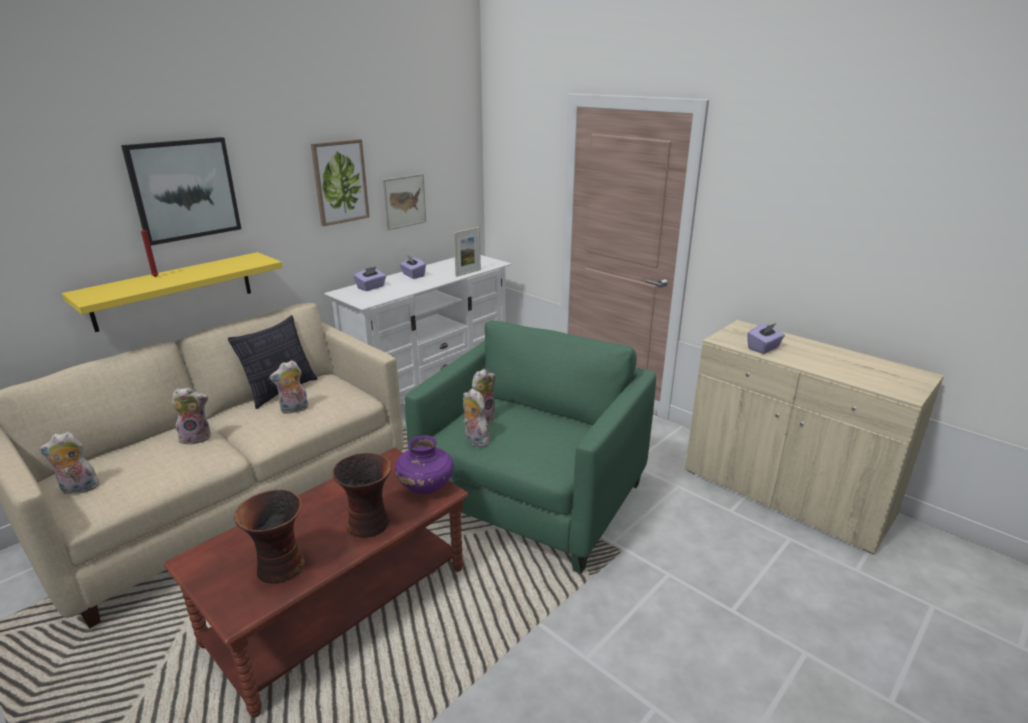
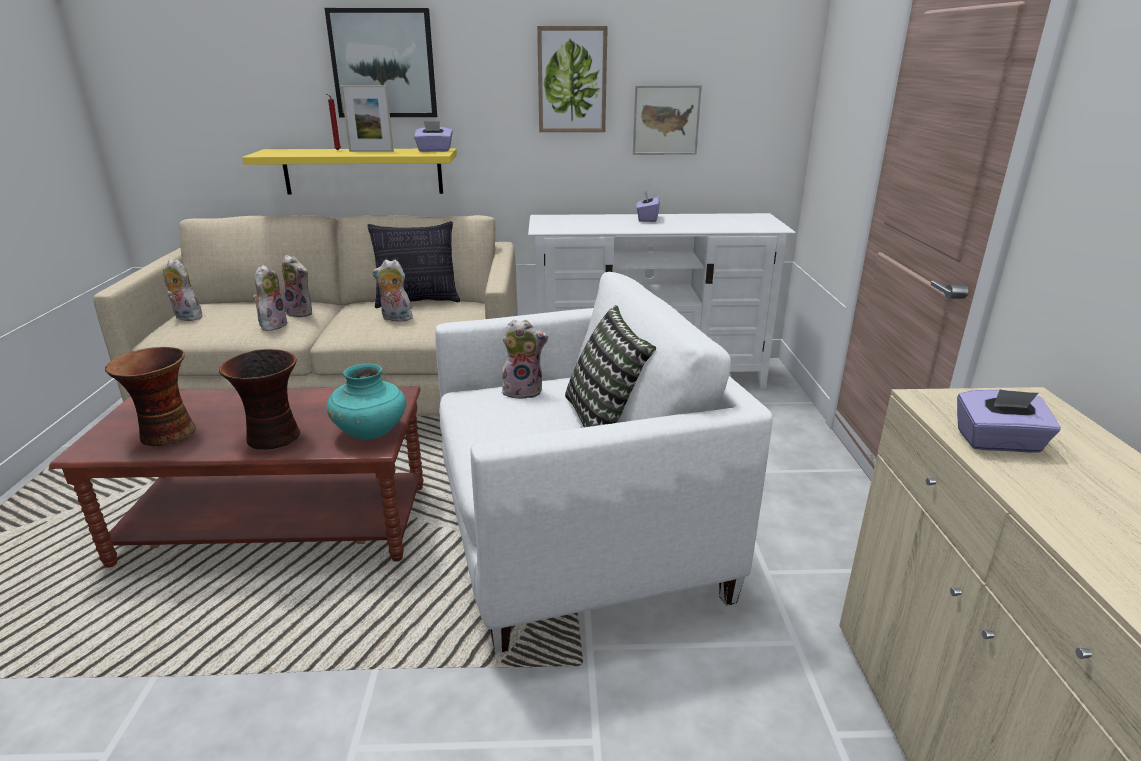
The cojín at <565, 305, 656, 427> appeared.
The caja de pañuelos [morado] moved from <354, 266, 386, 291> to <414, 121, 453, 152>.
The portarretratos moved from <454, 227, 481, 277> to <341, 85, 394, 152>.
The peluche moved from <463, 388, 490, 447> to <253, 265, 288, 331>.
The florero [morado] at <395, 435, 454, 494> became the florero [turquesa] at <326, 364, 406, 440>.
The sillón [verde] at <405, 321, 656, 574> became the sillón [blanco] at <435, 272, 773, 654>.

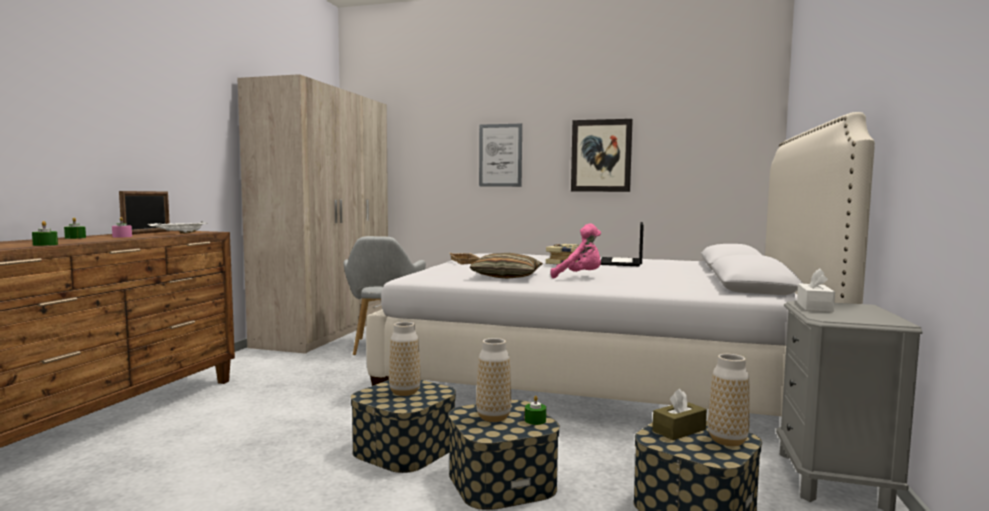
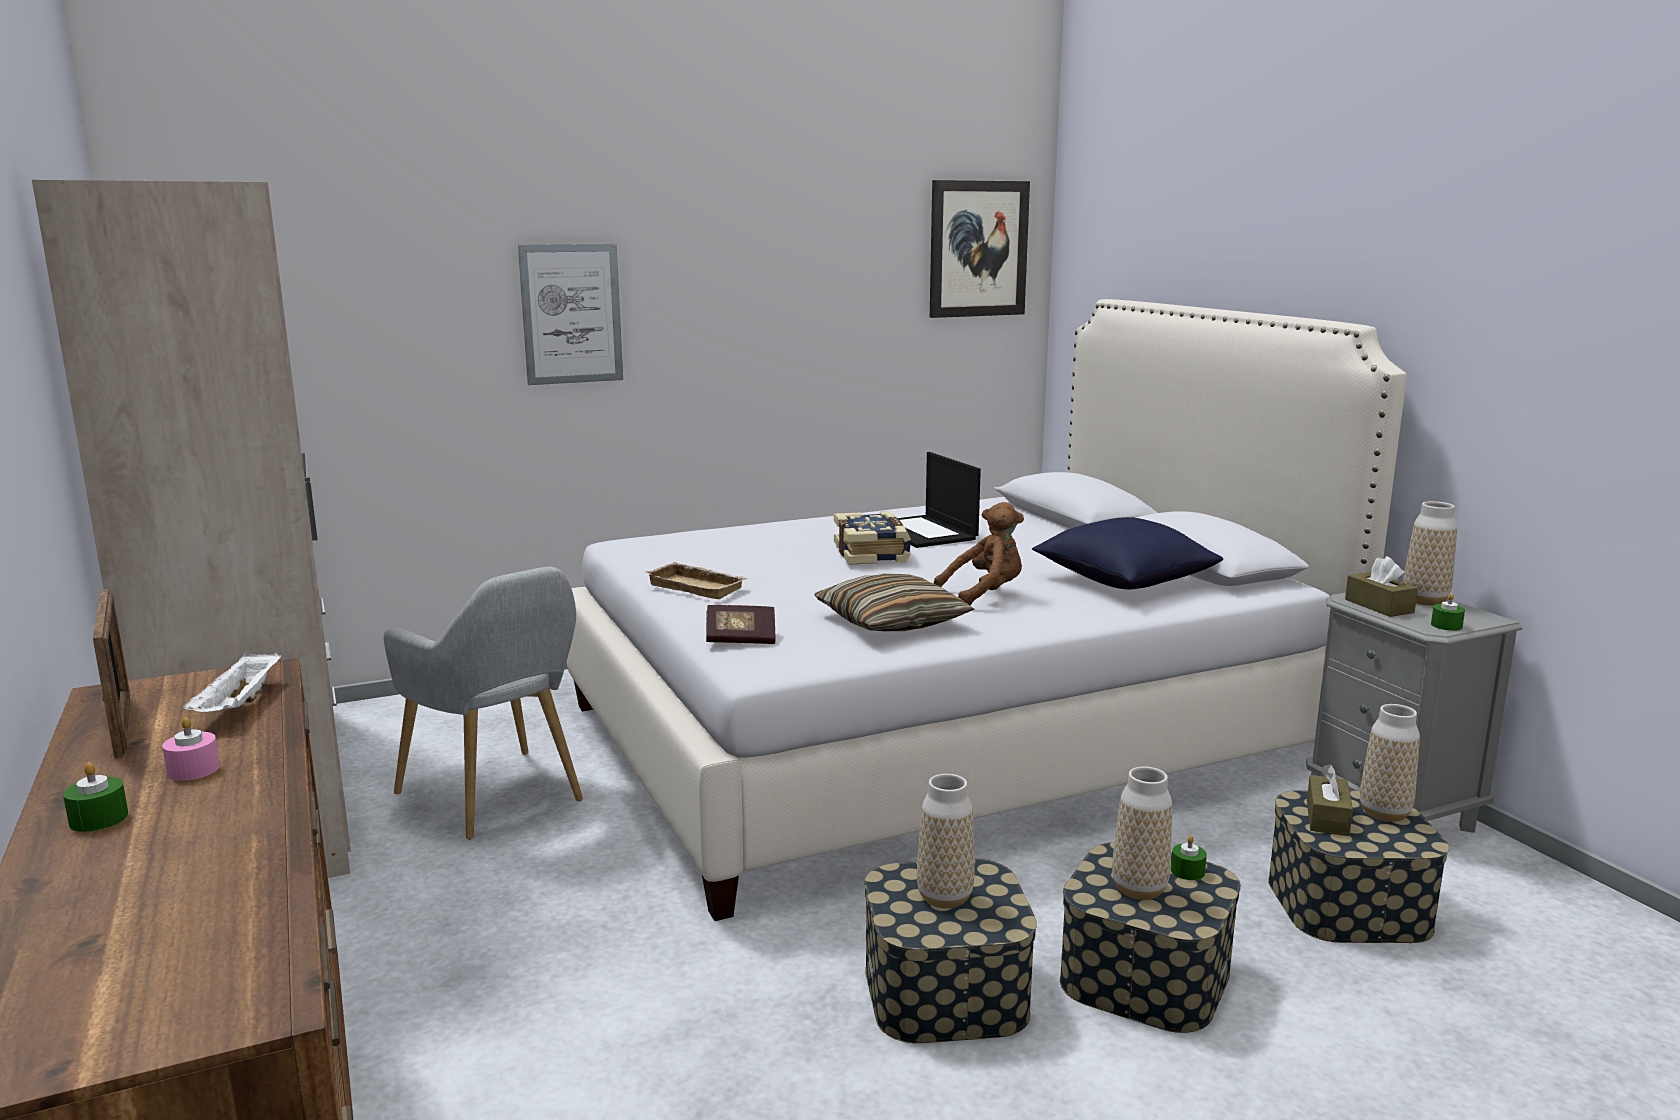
The libro at <706, 605, 776, 644> appeared.
The cojín [azul] at <1032, 517, 1223, 589> appeared.
The florero at <1403, 501, 1457, 606> appeared.
The vela [verde] moved from <32, 221, 58, 246> to <1431, 593, 1465, 631>.
The cuadro moved from <571, 119, 633, 192> to <930, 180, 1030, 318>.
The peluche [rosa] at <551, 224, 601, 278> became the peluche [marrón] at <933, 502, 1024, 605>.
The caja de pañuelos [blanco] at <797, 268, 835, 312> became the caja de pañuelos [marrón] at <1345, 556, 1418, 617>.

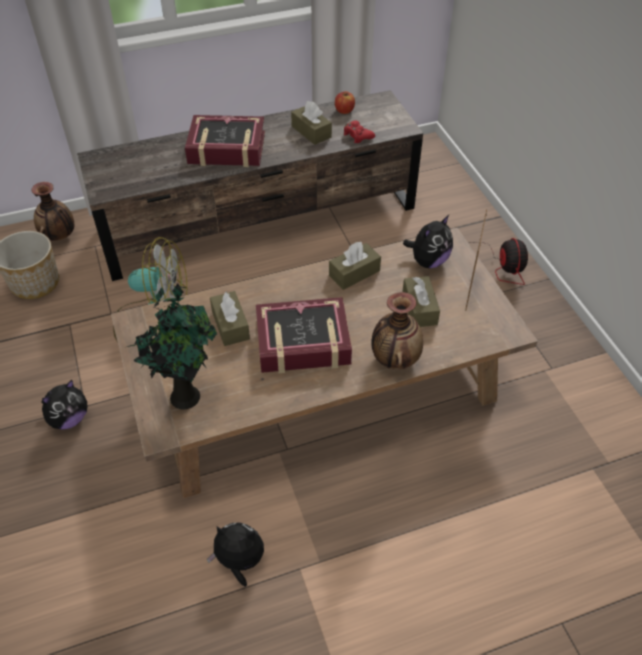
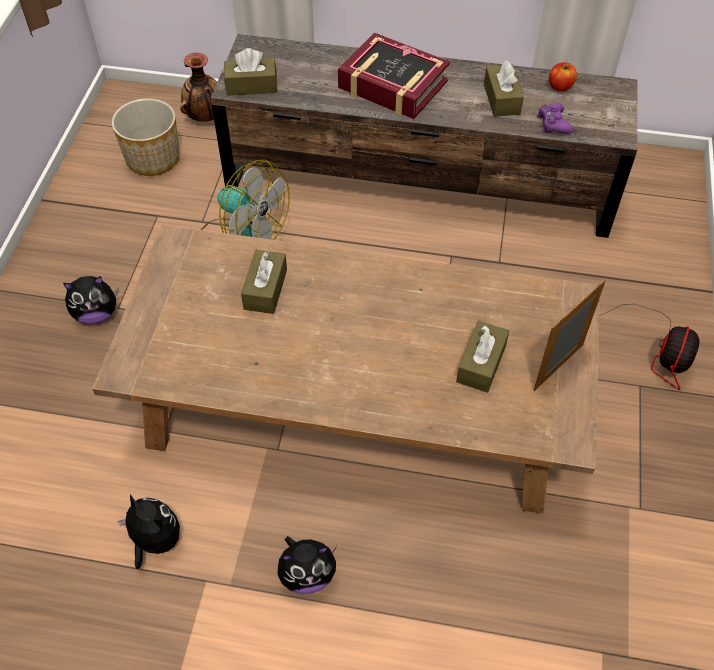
The planta en maceta at <127, 283, 217, 409> disappeared.
The libro at <256, 297, 352, 373> disappeared.
The florero at <371, 292, 423, 370> disappeared.
The caja de pañuelos [marrón] moved from <329, 242, 381, 290> to <224, 48, 277, 96>.
The peluche moved from <403, 215, 453, 268> to <277, 536, 336, 594>.
The mando de consola [rojo] at <344, 121, 375, 143> became the mando de consola [morado] at <537, 103, 573, 134>.

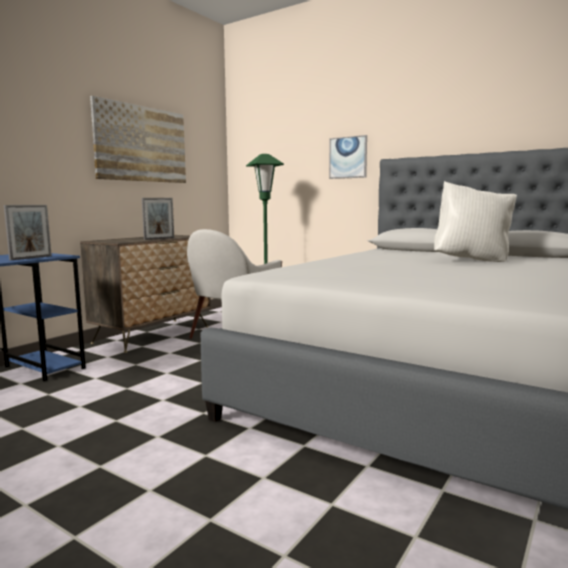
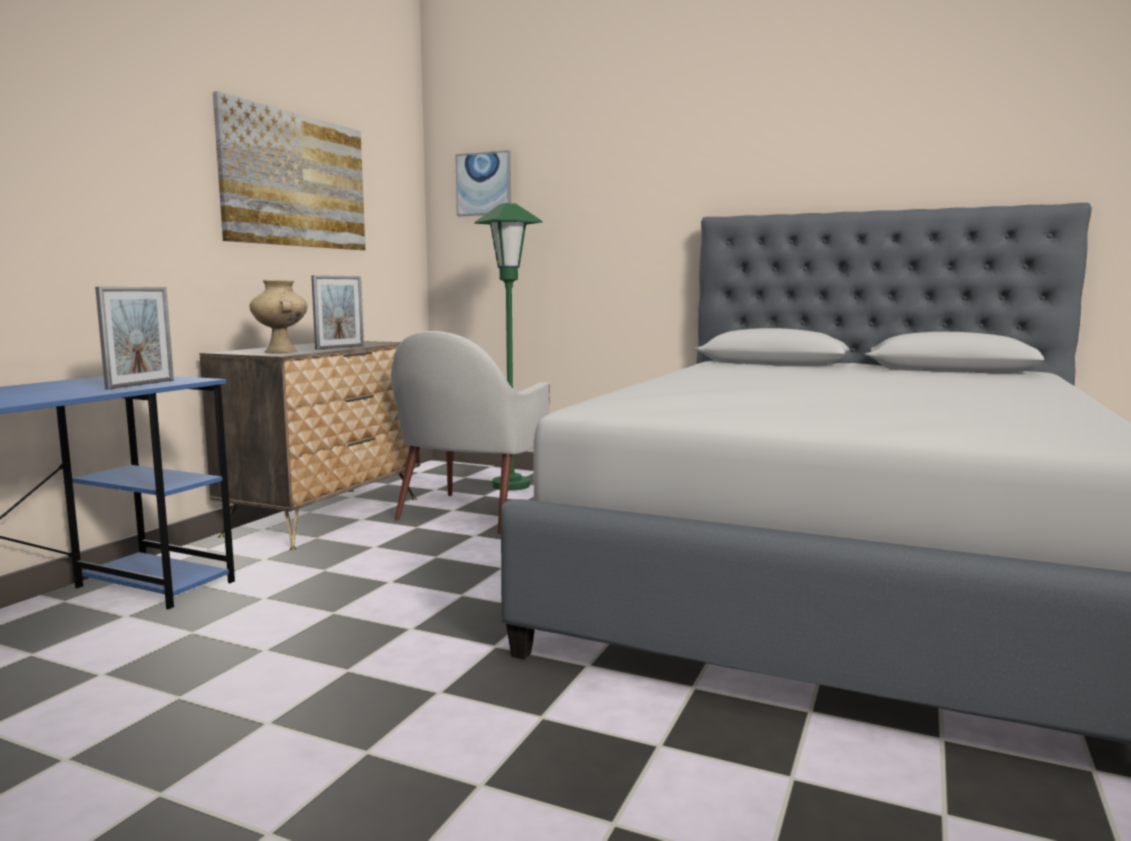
The cojín [blanco] at <434, 181, 517, 262> disappeared.
The florero [beis] at <249, 280, 307, 353> appeared.
The cuadro moved from <329, 135, 367, 179> to <455, 150, 511, 217>.

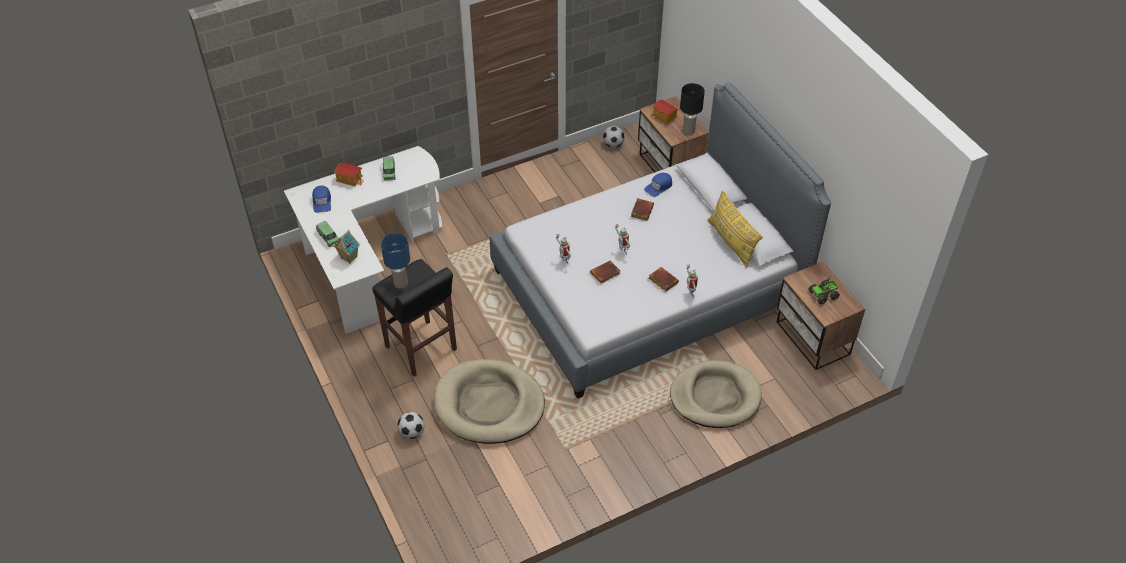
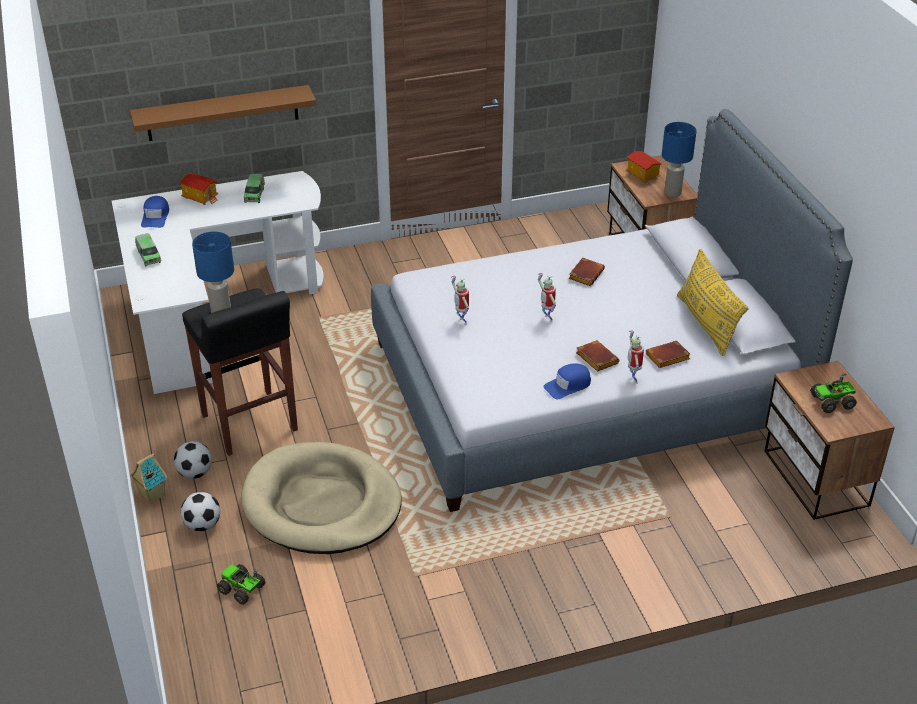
The cama para perro [beis] at <670, 360, 762, 428> disappeared.
The estante [marrón] at <130, 85, 316, 141> appeared.
The camión de juguete at <217, 564, 266, 605> appeared.
The casita moved from <334, 230, 360, 264> to <130, 453, 168, 504>.
The libro [marrón] moved from <590, 261, 621, 284> to <646, 341, 690, 368>.
The balón de fútbol moved from <603, 126, 625, 148> to <174, 441, 212, 479>.
The gorra [azul] moved from <644, 173, 672, 197> to <543, 363, 591, 399>.
The lámpara de mesa [negro] at <680, 83, 705, 135> became the lámpara de mesa [azul] at <662, 122, 697, 197>.

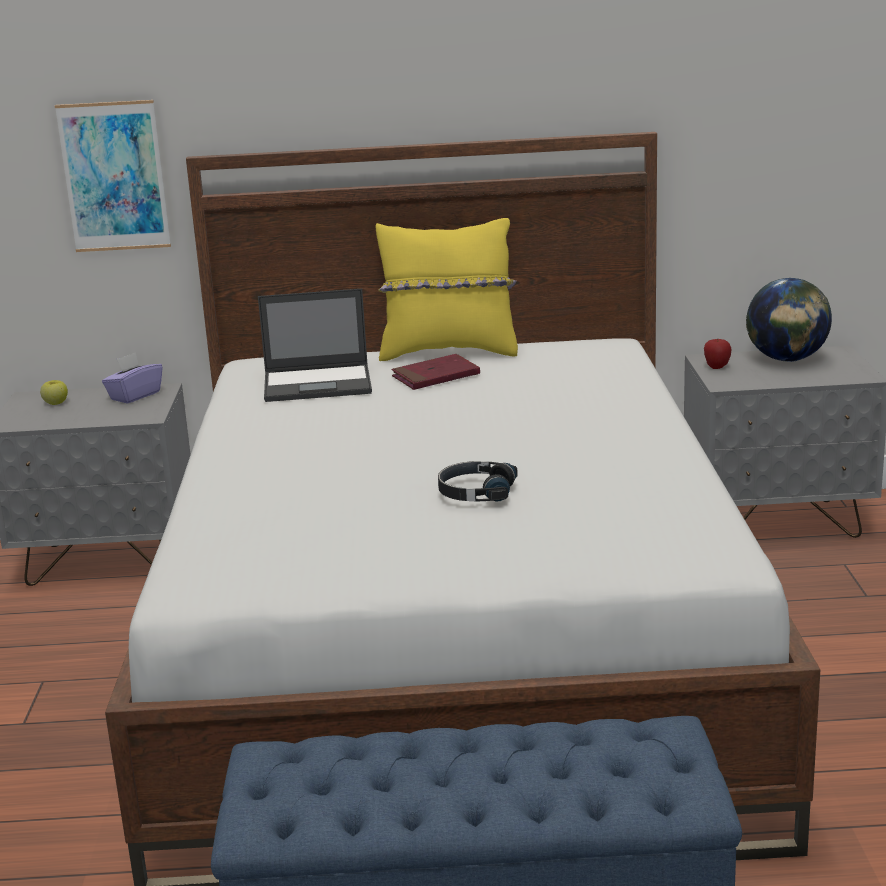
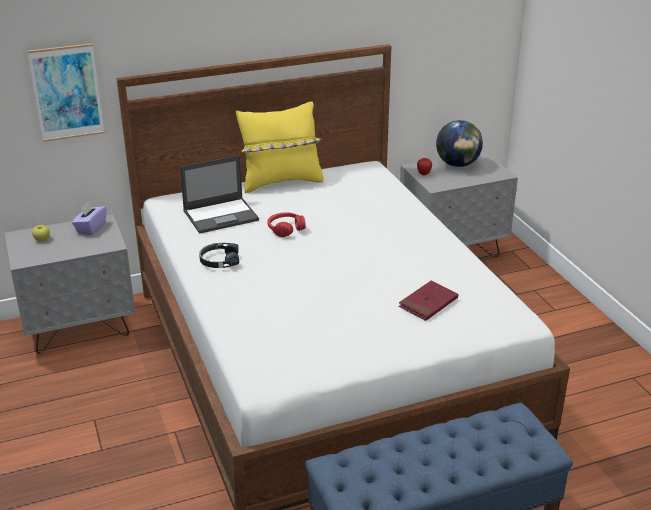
The auriculares [rojo] at <267, 212, 306, 238> appeared.
The libro [rojo] moved from <392, 354, 480, 390> to <399, 280, 458, 321>.
The auriculares [negro] moved from <438, 461, 518, 501> to <199, 243, 239, 268>.

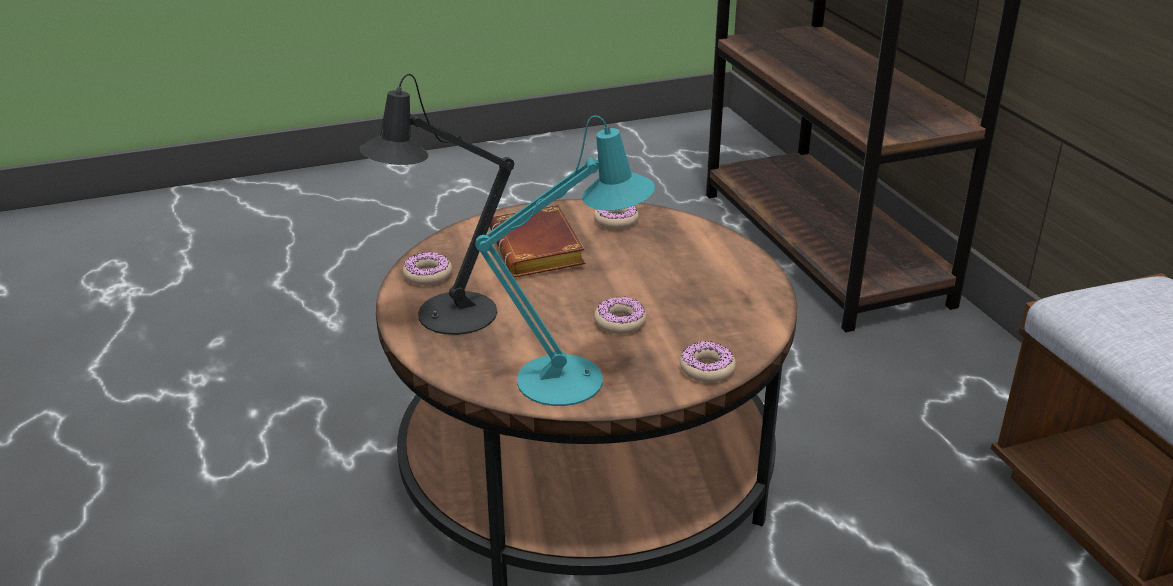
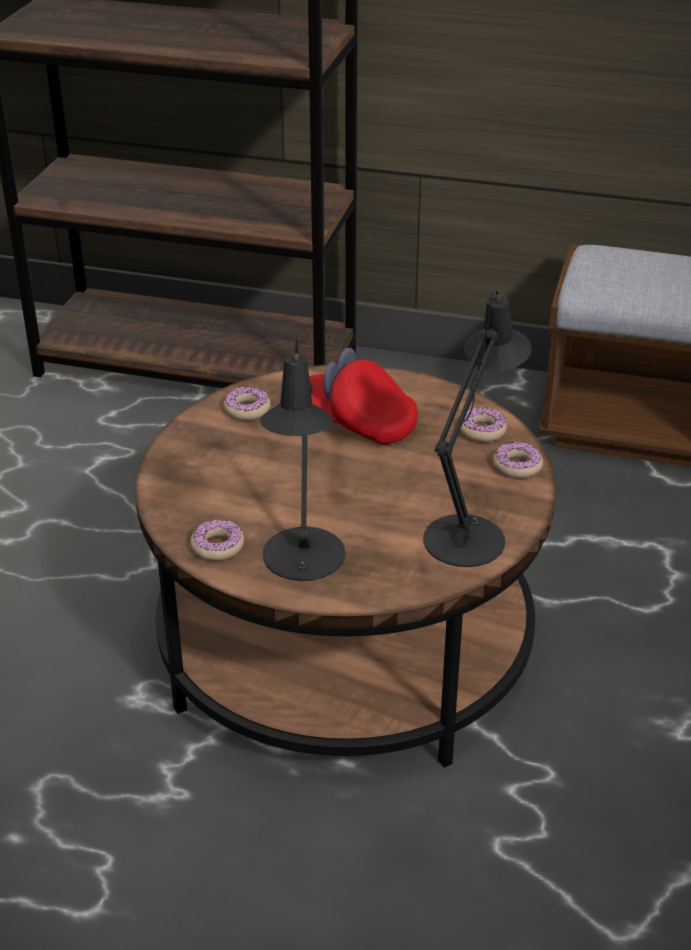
The libro [marrón] at <490, 205, 585, 277> disappeared.
The gorra [rojo] at <309, 348, 418, 445> appeared.
The rosquilla moved from <594, 297, 646, 334> to <460, 407, 507, 442>.
The lámpara de mesa [turquesa] at <475, 115, 655, 406> became the lámpara de mesa [negro] at <423, 290, 532, 567>.

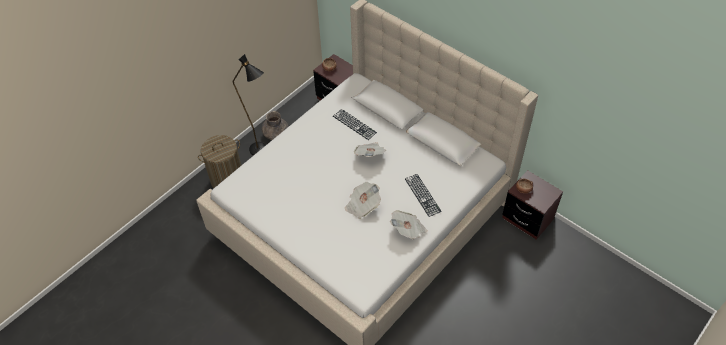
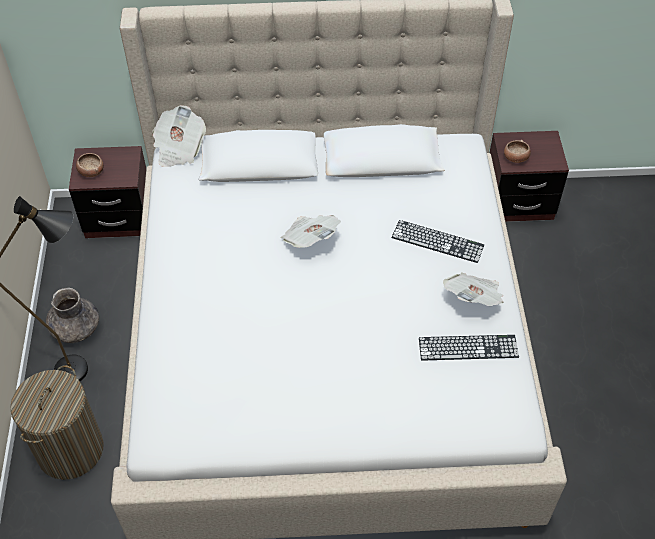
The teclado moved from <333, 109, 377, 140> to <419, 335, 519, 360>.
The periódico moved from <345, 182, 381, 219> to <152, 105, 206, 167>.

